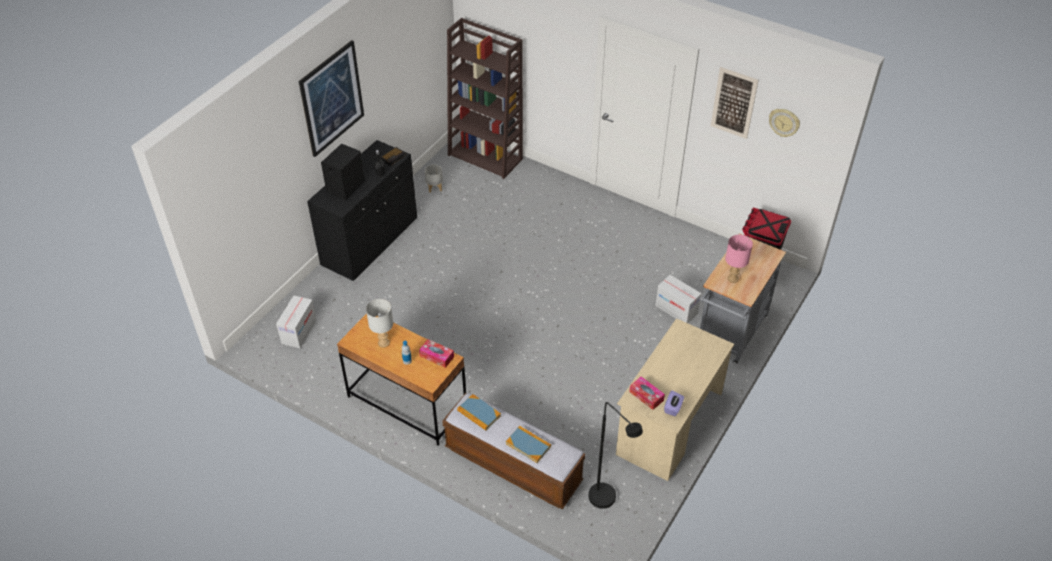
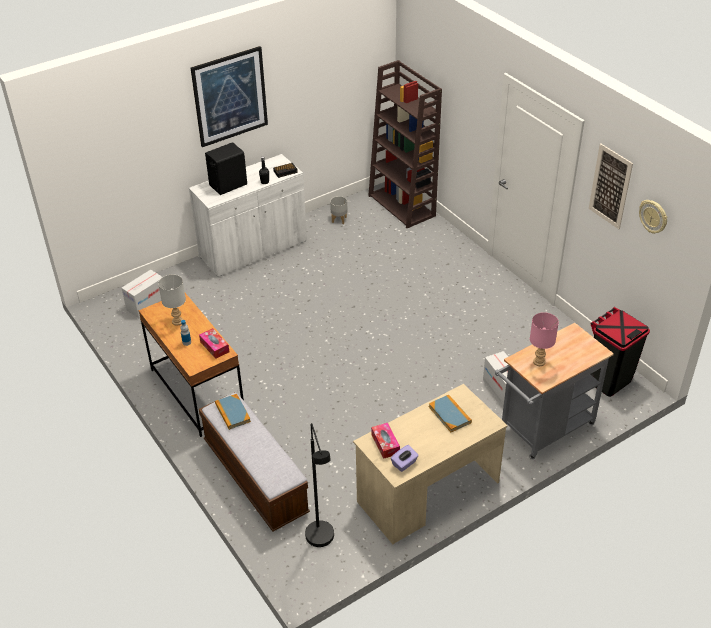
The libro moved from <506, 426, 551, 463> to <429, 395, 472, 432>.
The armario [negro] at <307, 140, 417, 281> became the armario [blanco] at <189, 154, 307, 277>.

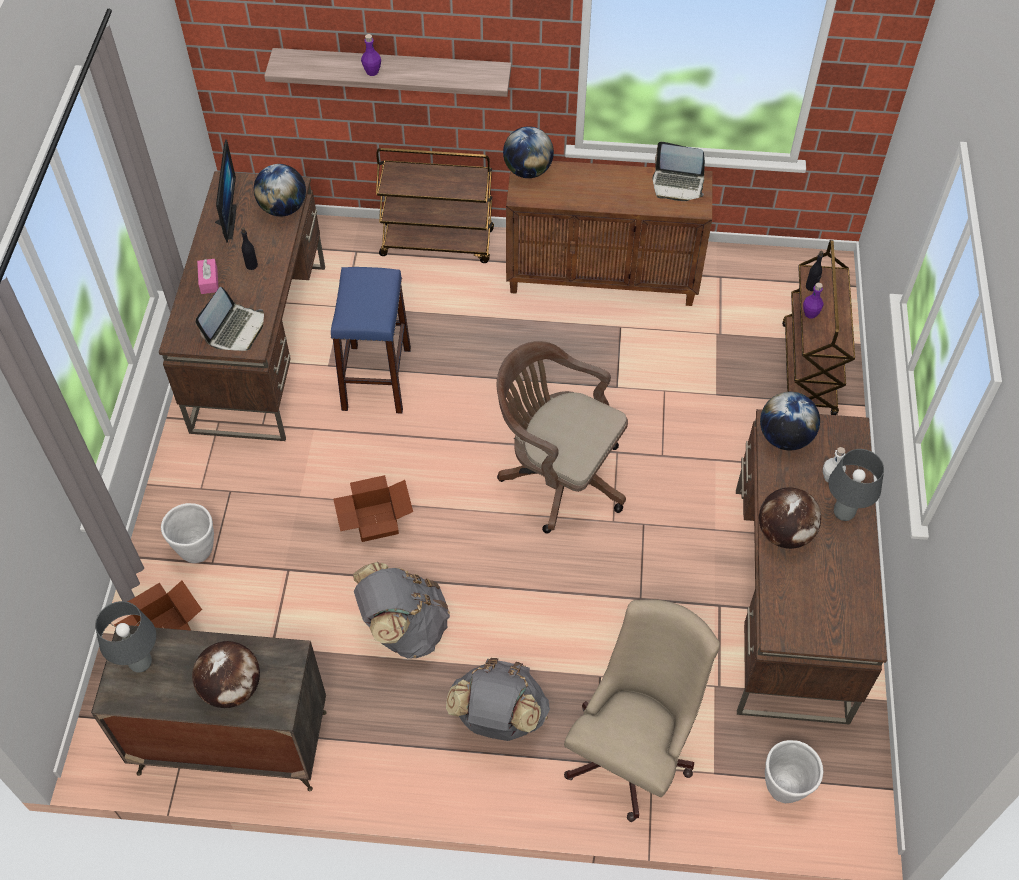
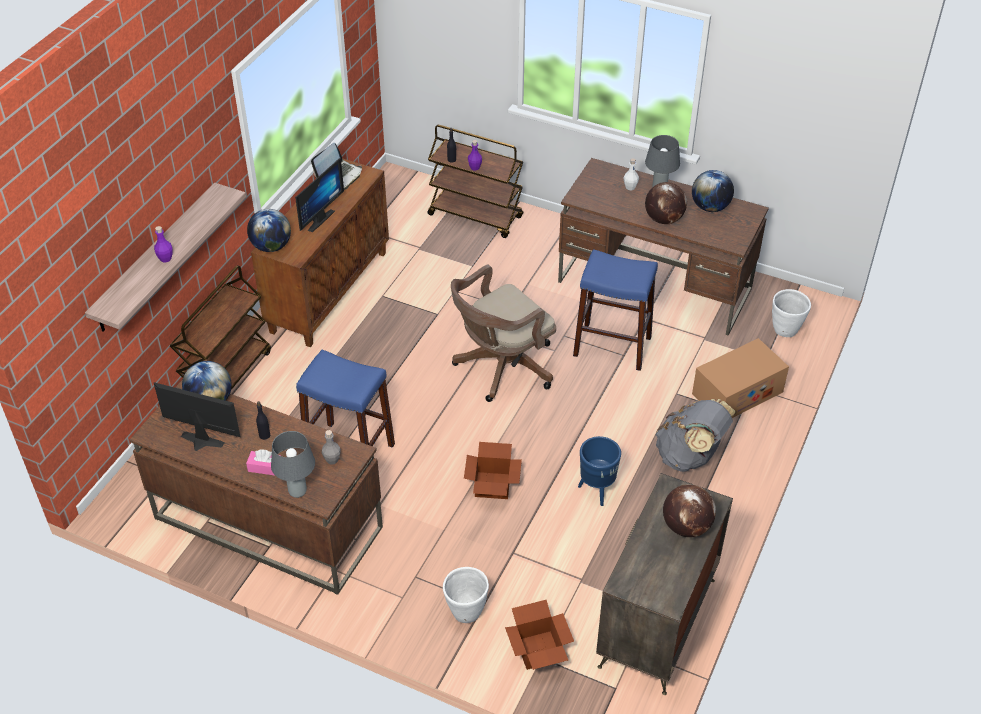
The monitor at <295, 158, 344, 232> appeared.
The taburete [azul] at <573, 249, 658, 371> appeared.
The lámpara de mesa [gris] moved from <95, 601, 156, 672> to <271, 431, 315, 498>.
The globo terráqueo moved from <760, 392, 820, 450> to <692, 170, 734, 212>.
The portátil at <196, 287, 264, 351> was replaced by the botella [gris] at <322, 430, 341, 465>.
The mochila [gris] at <353, 562, 450, 659> was replaced by the maceta [azul] at <578, 436, 621, 506>.
The silla de oficina [beis] at <564, 599, 720, 822> was replaced by the caja de cartón at <692, 338, 789, 418>.

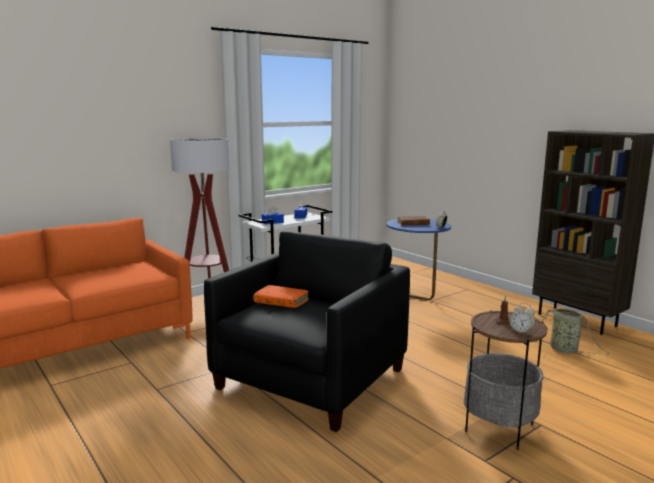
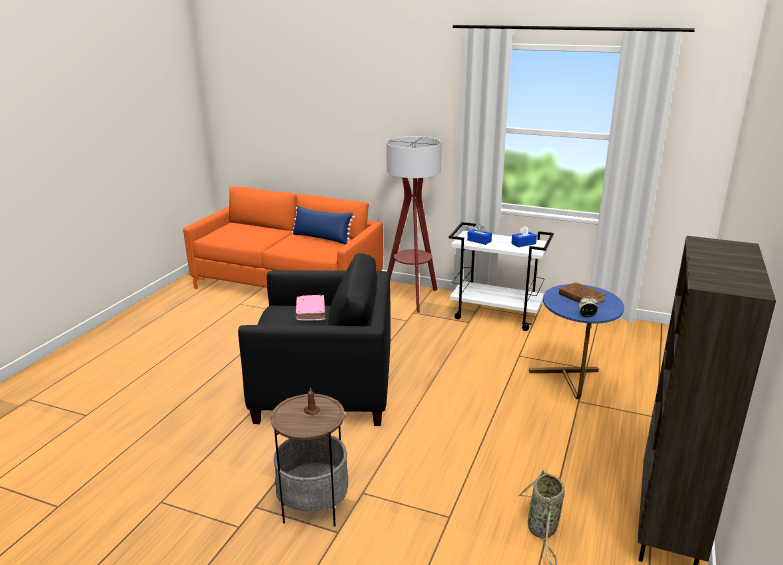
The despertador at <509, 303, 535, 333> disappeared.
The cojín [azul] at <292, 205, 355, 245> appeared.
The libro [naranja] at <253, 285, 309, 308> became the libro [rosa] at <296, 295, 325, 321>.

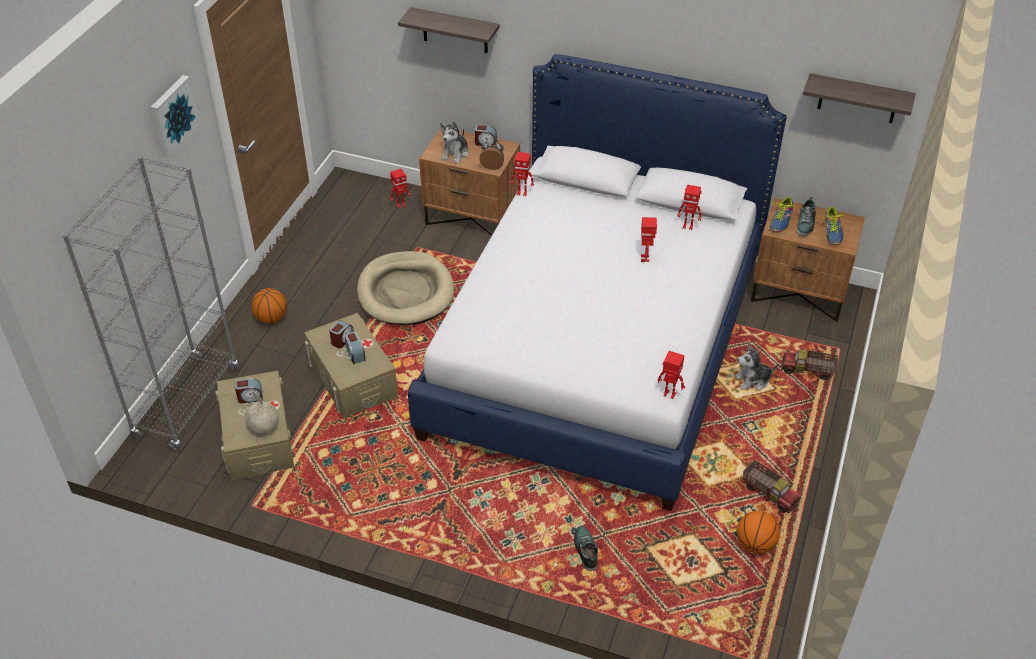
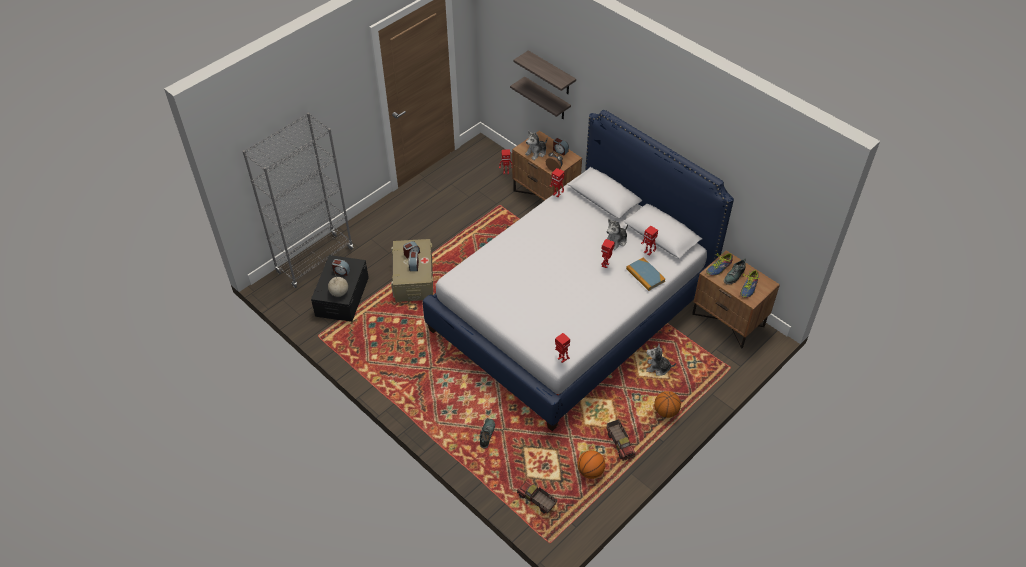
The cuadro at <151, 75, 200, 158> disappeared.
The cama para perro [beis] at <357, 251, 454, 325> disappeared.
The peluche at <607, 219, 628, 250> appeared.
The libro at <626, 257, 665, 291> appeared.
The balón de baloncesto moved from <251, 288, 287, 324> to <654, 391, 681, 418>.
The camión de juguete moved from <781, 349, 838, 380> to <517, 480, 558, 514>.
The estante moved from <803, 73, 916, 123> to <510, 77, 571, 119>.
The caja de almacenaje [beis] at <216, 371, 294, 480> became the caja de almacenaje [negro] at <311, 255, 369, 322>.

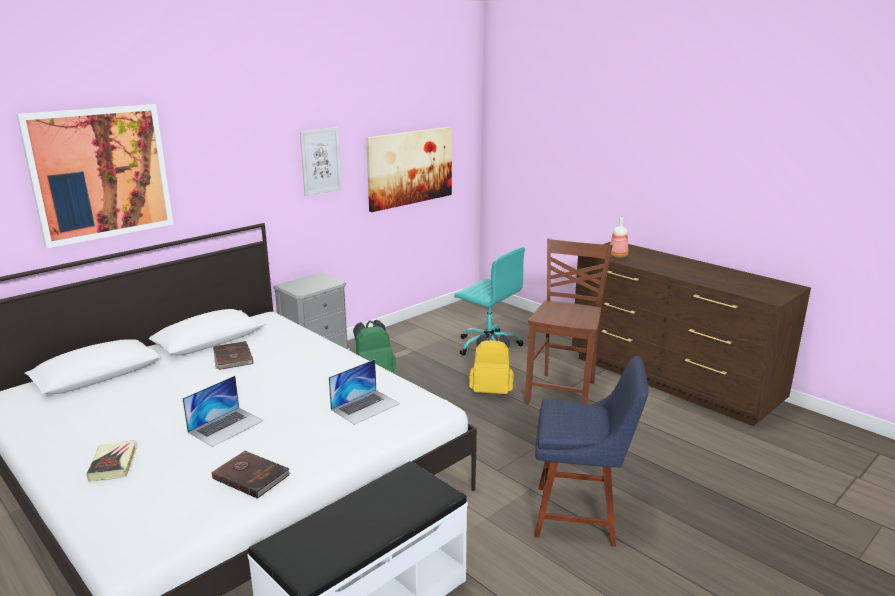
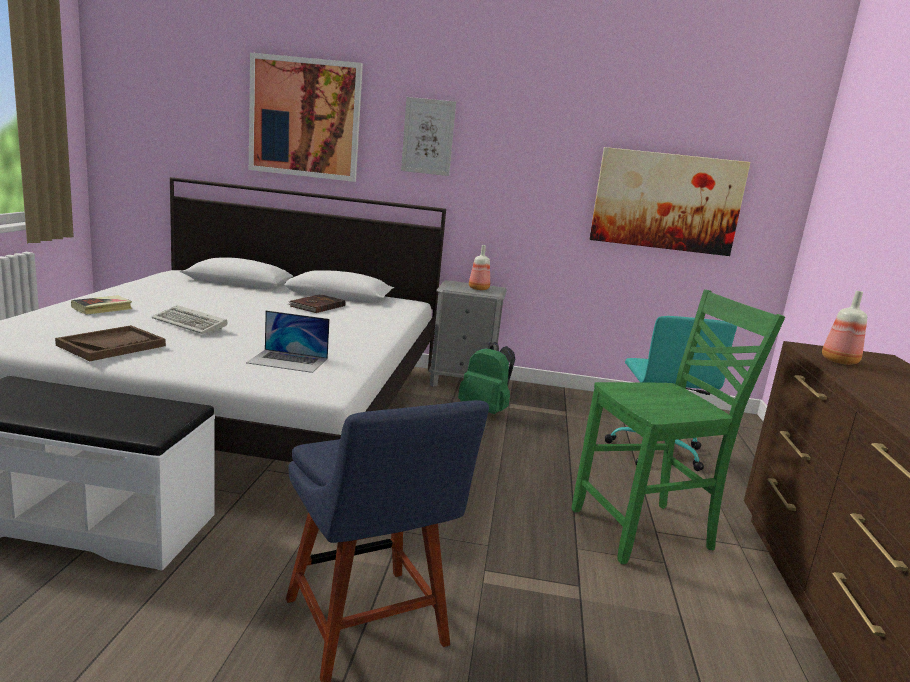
The mochila [amarillo] at <469, 334, 514, 394> disappeared.
The botella at <469, 245, 490, 290> appeared.
The cuadro moved from <300, 127, 342, 196> to <401, 97, 456, 176>.
The portátil at <182, 376, 264, 447> was replaced by the teclado at <152, 305, 228, 334>.
The libro [marrón] at <212, 450, 290, 499> was replaced by the bandeja [marrón] at <55, 325, 166, 361>.
The silla [marrón] at <525, 238, 613, 404> became the silla [verde] at <572, 289, 785, 564>.

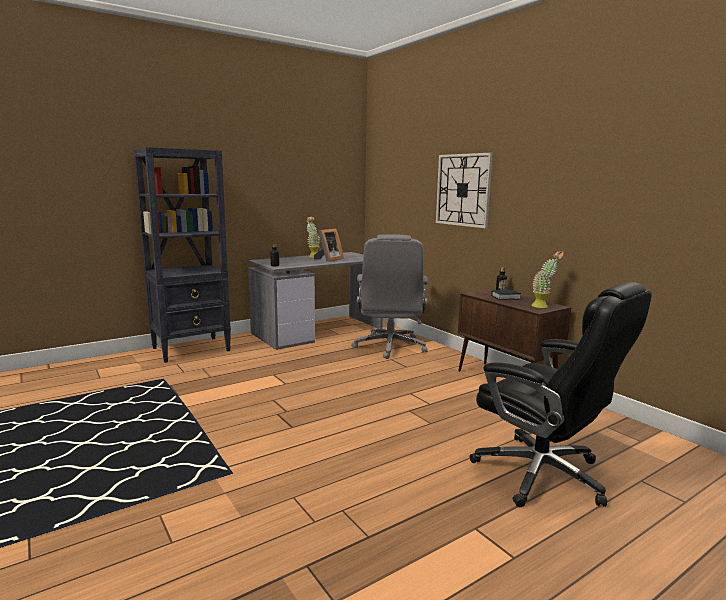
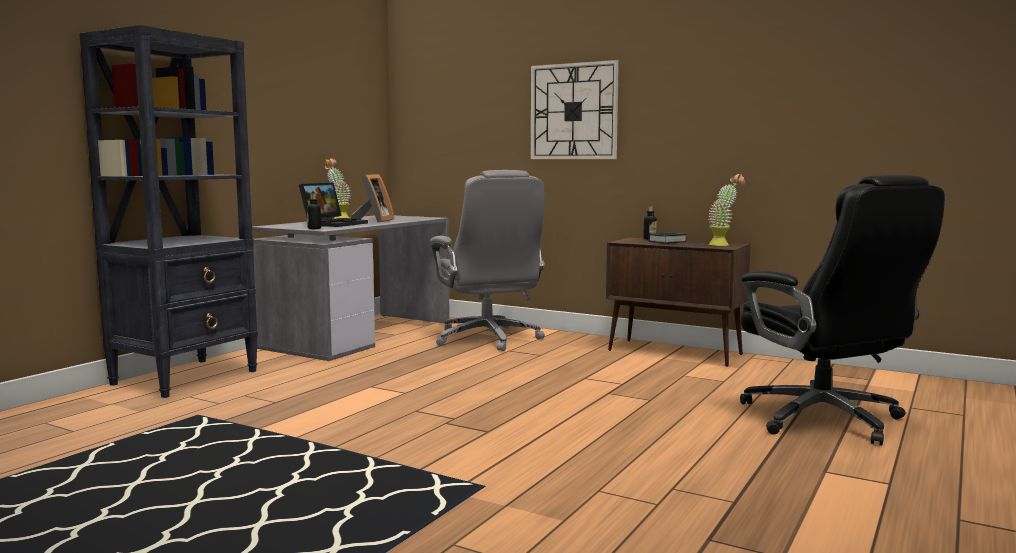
The portátil at <299, 183, 368, 227> appeared.
The silla de oficina [negro] at <470, 282, 652, 507> turned 45 degrees clockwise.

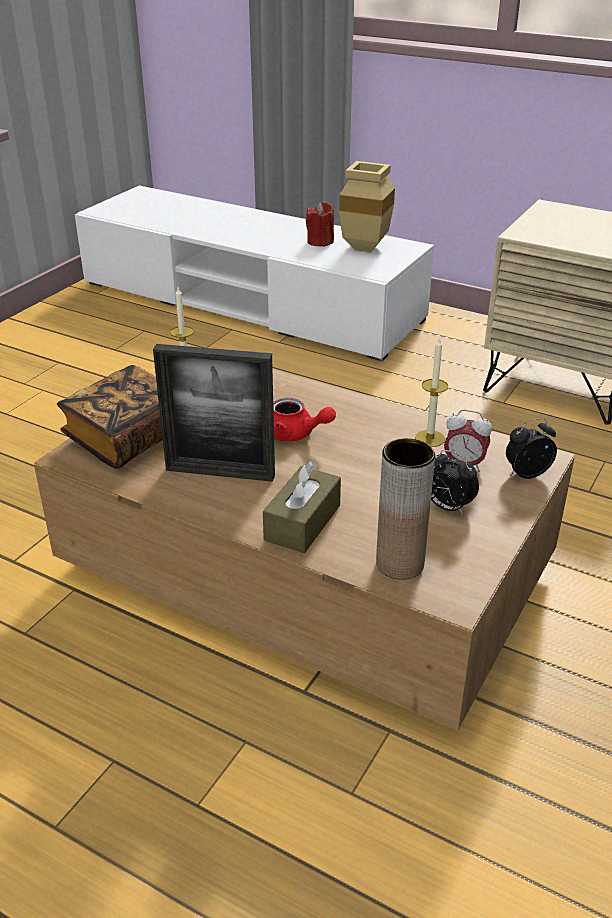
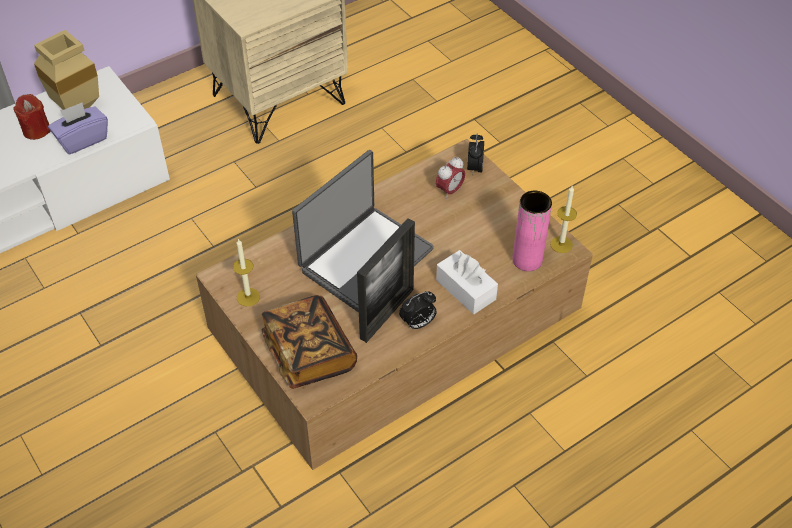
The caja de pañuelos [morado] at <48, 102, 108, 154> appeared.
The vela moved from <415, 337, 448, 447> to <550, 186, 577, 253>.
The despertador moved from <431, 450, 479, 515> to <399, 291, 437, 329>.
The tetera [rojo] at <273, 398, 336, 442> was replaced by the portátil at <292, 150, 434, 313>.
The caja de pañuelos [marrón] at <263, 461, 341, 553> became the caja de pañuelos [blanco] at <436, 250, 498, 314>.
The florero [marrón] at <376, 438, 435, 580> became the florero [rosa] at <512, 191, 552, 271>.

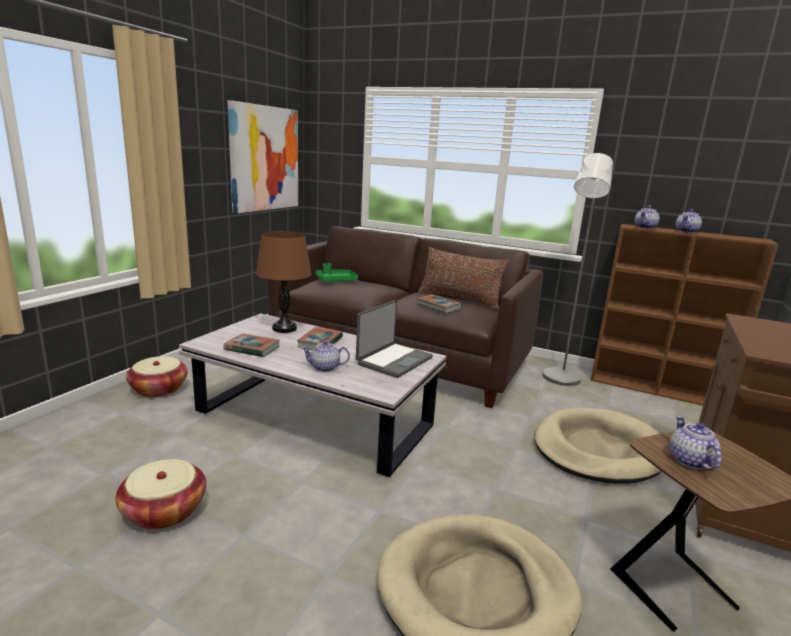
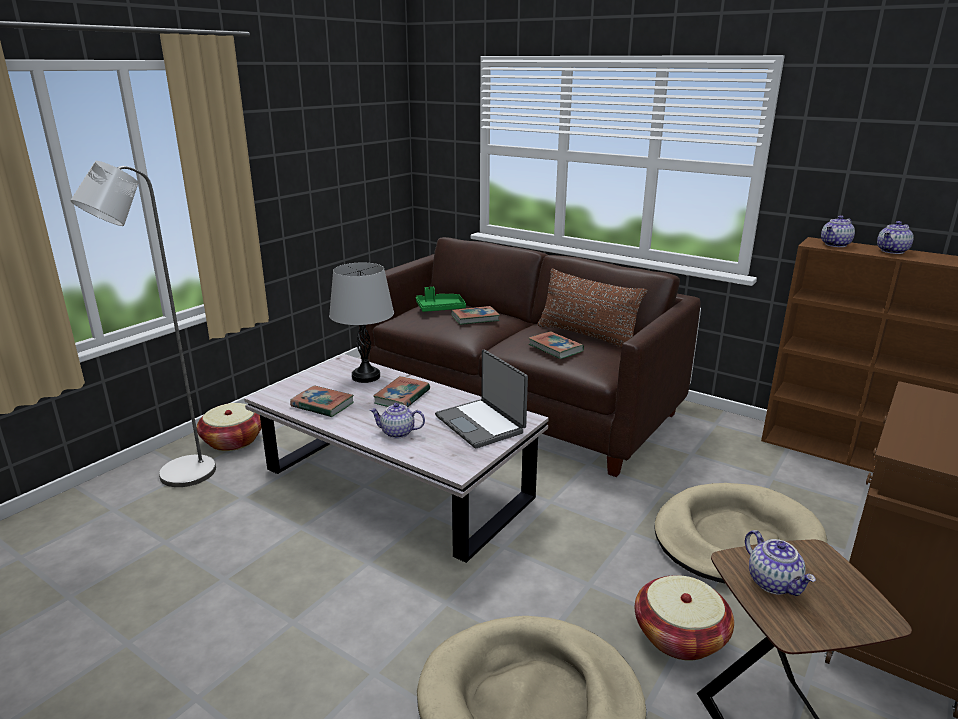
The cuadro at <227, 100, 298, 214> disappeared.
The libro at <451, 306, 500, 325> appeared.
The cesta moved from <115, 459, 206, 530> to <635, 575, 734, 661>.
The lámpara de pie [gris] moved from <542, 153, 613, 386> to <70, 161, 216, 487>.
The lámpara de mesa [marrón] at <256, 231, 311, 333> became the lámpara de mesa [gris] at <329, 263, 394, 383>.
The portátil at <356, 300, 433, 378> turned 105 degrees clockwise.
The tetera at <669, 416, 722, 470> turned 150 degrees clockwise.

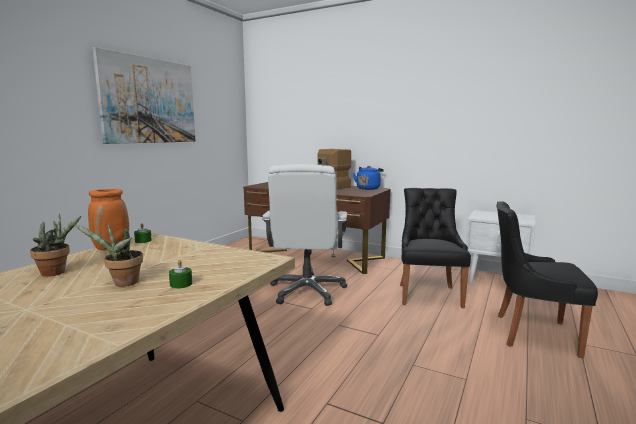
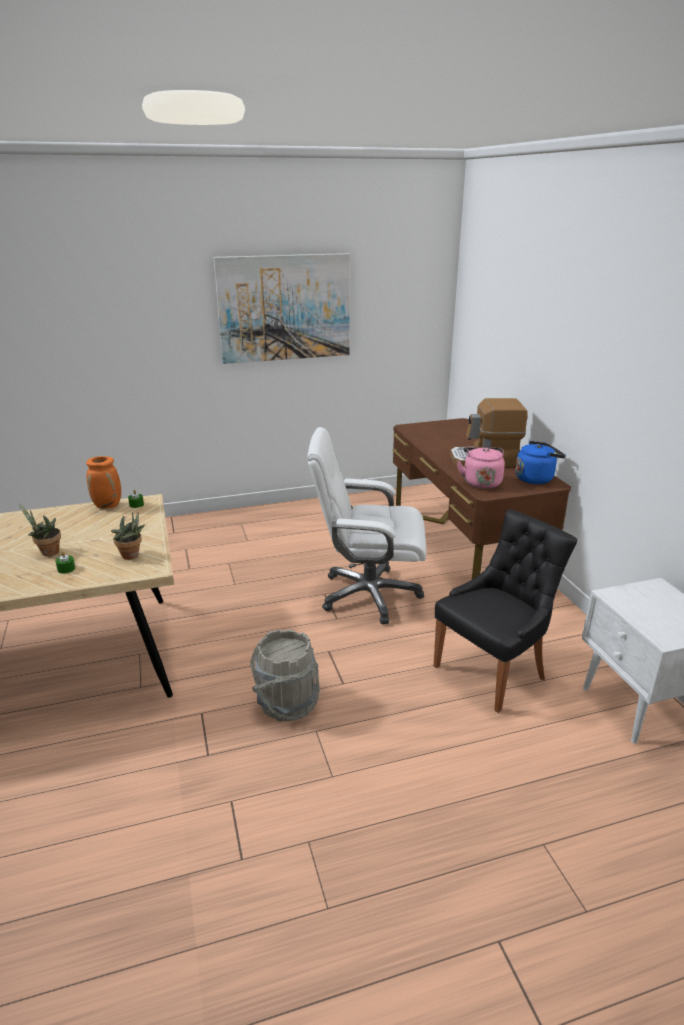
The silla [negro] at <496, 201, 598, 358> disappeared.
The cubo [gris] at <250, 629, 320, 721> appeared.
The hervidor [rosa] at <457, 447, 505, 489> appeared.
The planta en maceta moved from <30, 213, 81, 277> to <111, 513, 145, 560>.
The silla de oficina [blanco] at <262, 164, 347, 306> turned 45 degrees clockwise.

